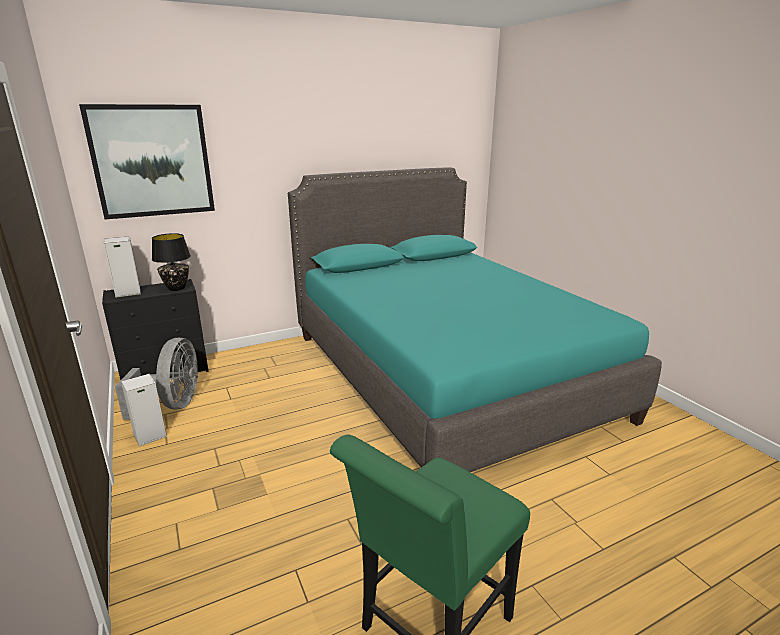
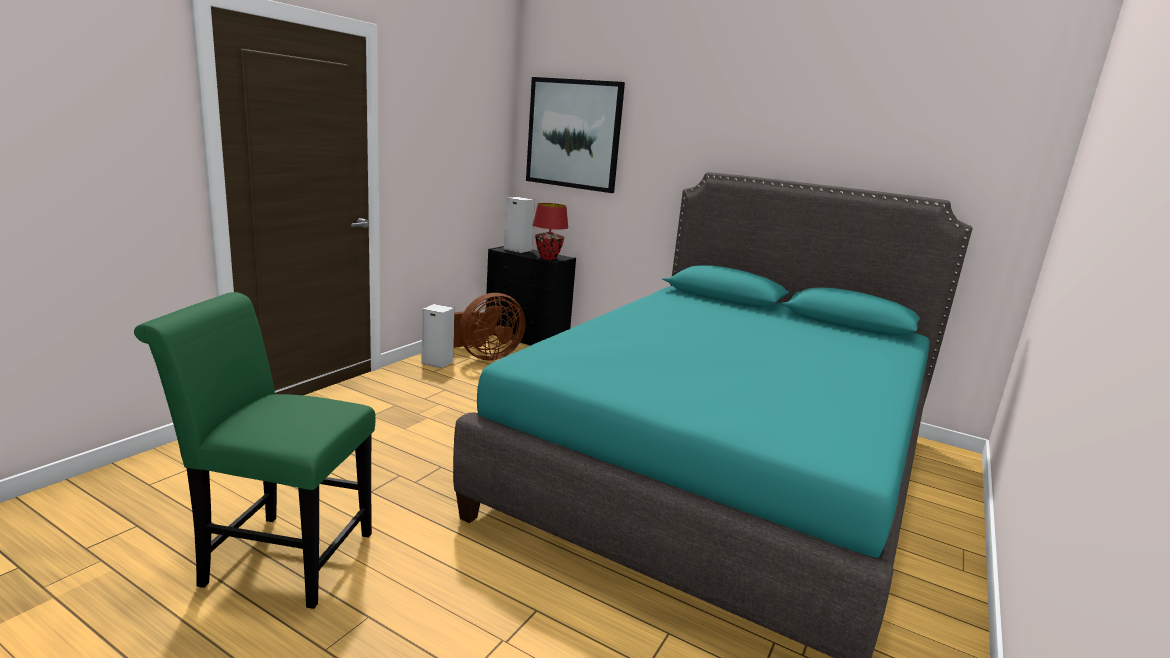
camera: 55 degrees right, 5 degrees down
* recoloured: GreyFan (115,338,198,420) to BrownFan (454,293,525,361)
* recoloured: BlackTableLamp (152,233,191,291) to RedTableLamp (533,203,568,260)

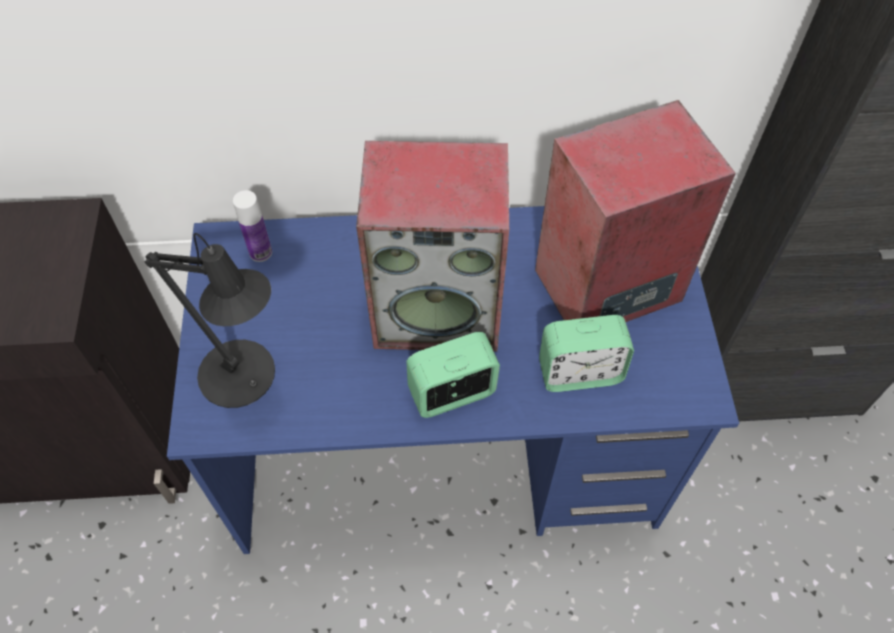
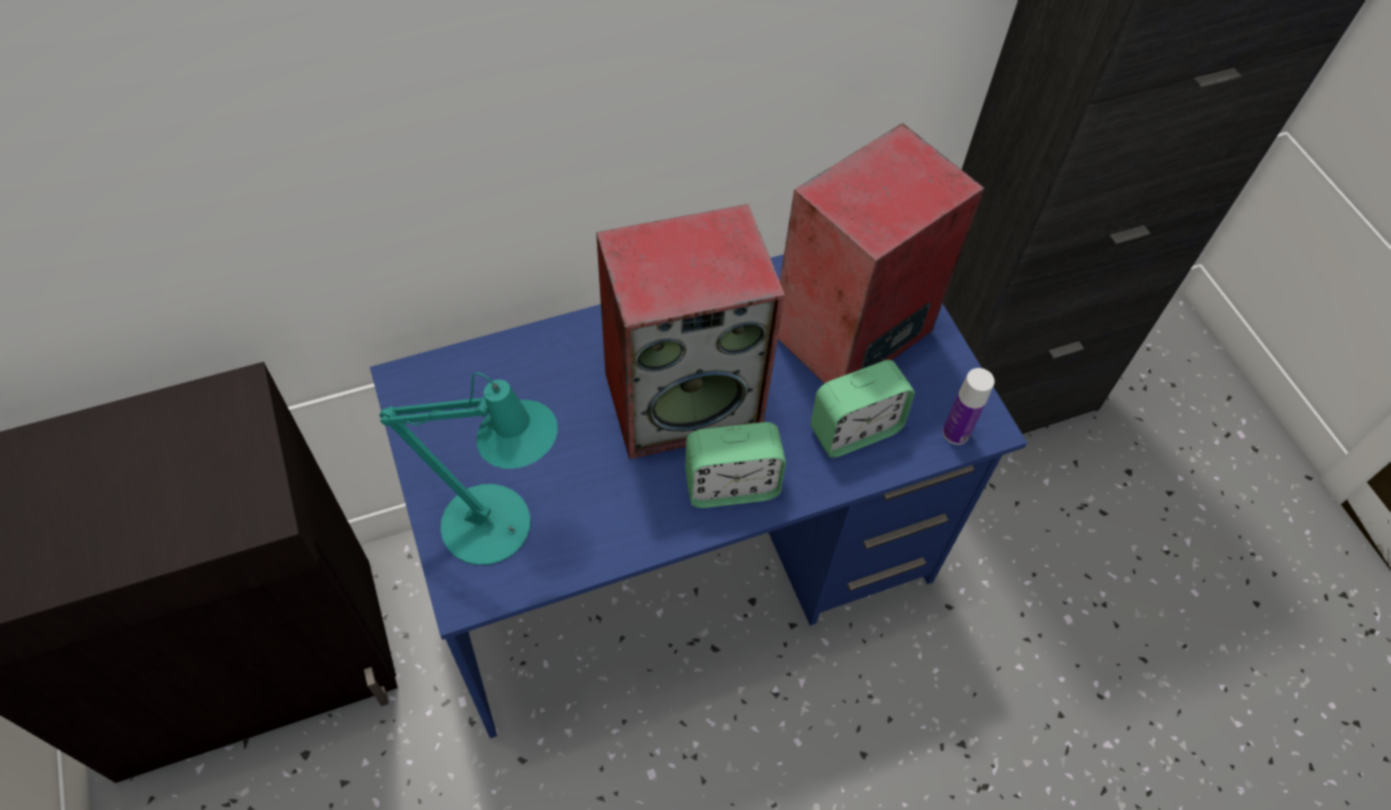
camera: 20 degrees left, 0 degrees up
* moved: Bottle (233,190,272,262) to (943,368,995,445)
* recoloured: BlackTableLamp (144,233,275,408) to TurquoiseTableLamp (380,372,558,565)
* turned: AlarmClock (406,332,500,418) = (685,422,786,508) 150 degrees counterclockwise

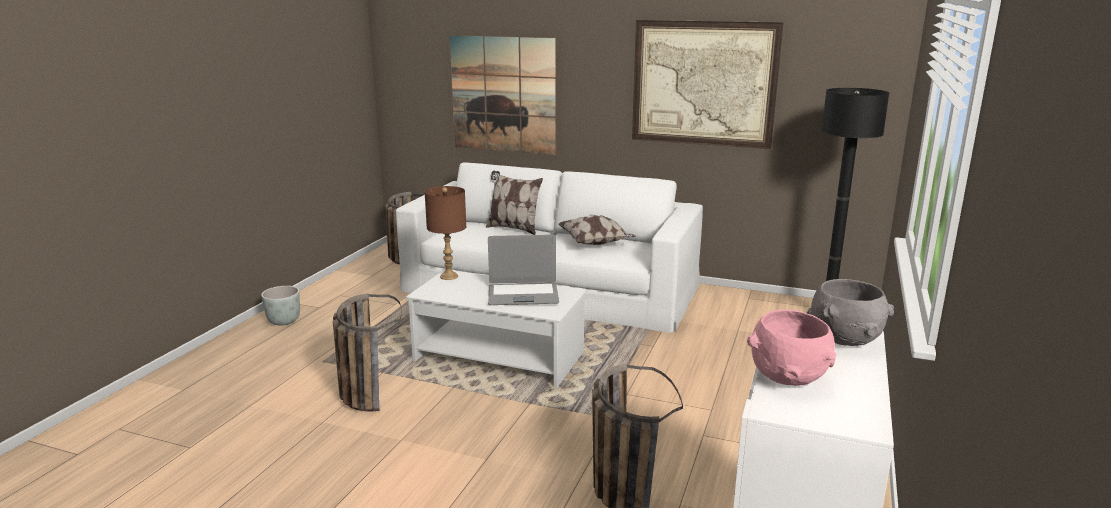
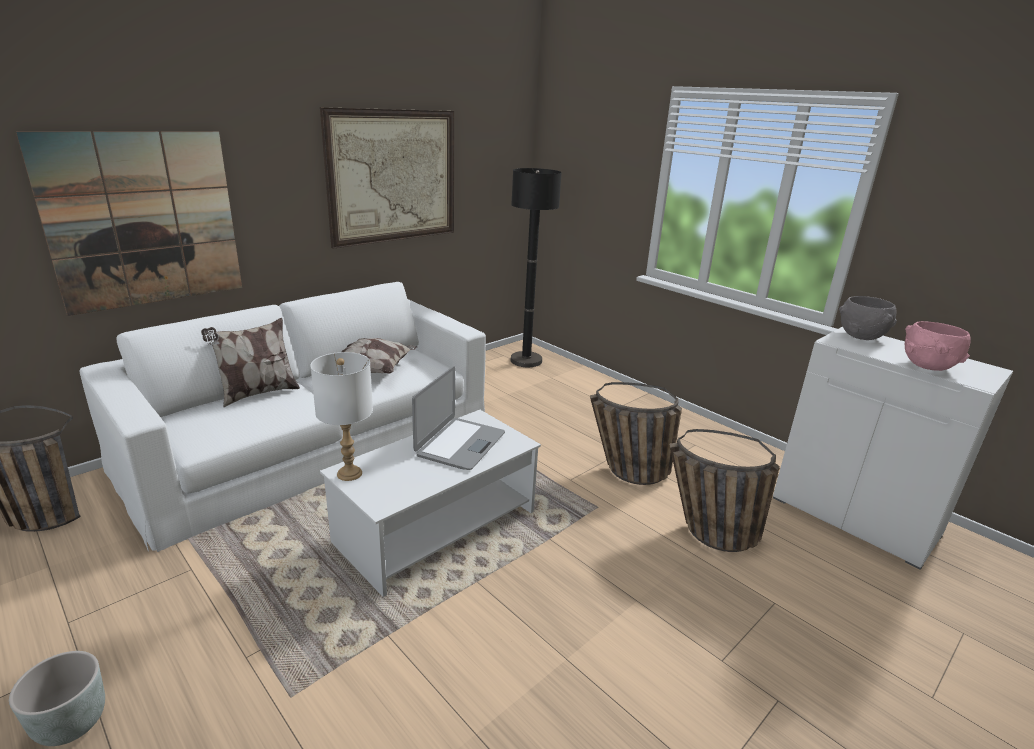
camera: 65 degrees left, 5 degrees up
* moved: Basket (333,293,401,411) to (590,382,682,485)
* recoloured: BrownTableLamp (425,186,466,280) to WhiteTableLamp (310,352,373,481)

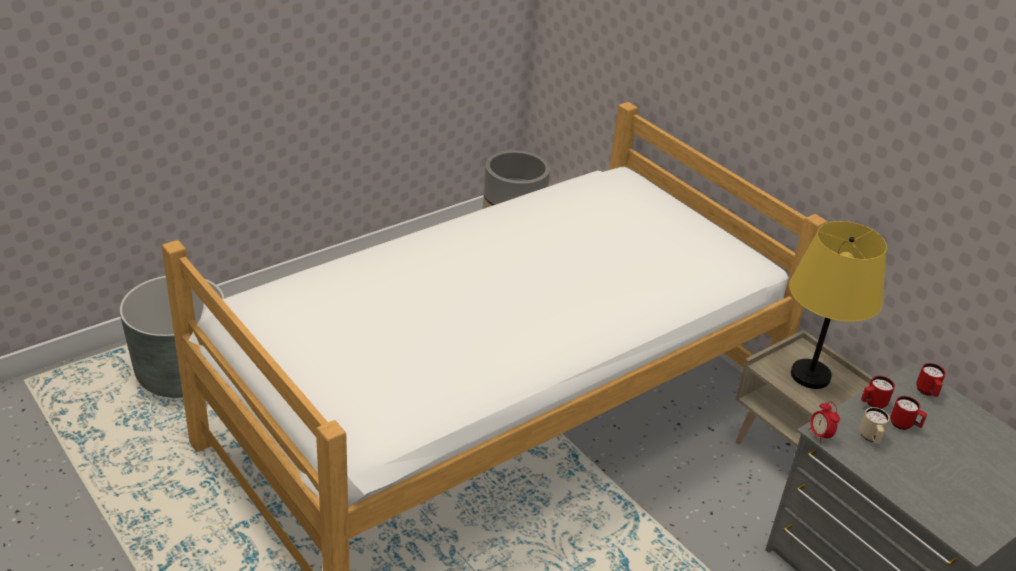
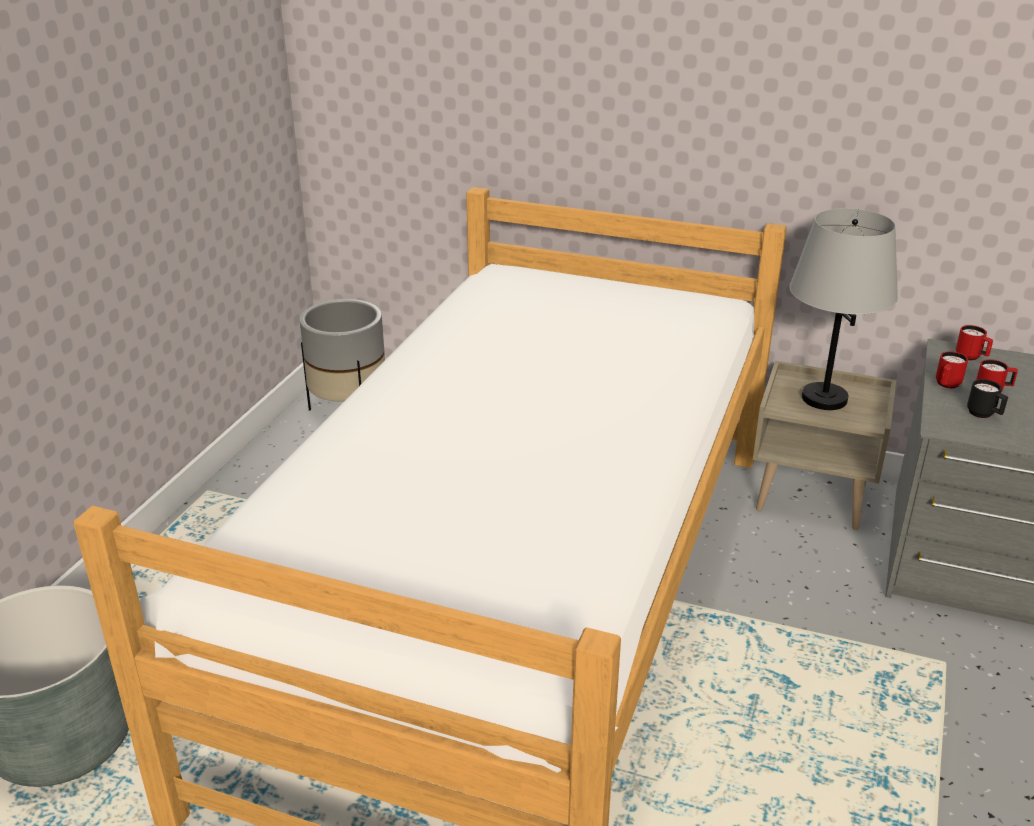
camera: 30 degrees left, 5 degrees down
* removed: AlarmClock (809,401,840,443)
* recoloured: YellowTableLamp (789,221,887,389) to GreyTableLamp (789,208,898,410)
* recoloured: BeigeMug (859,407,890,444) to BlackMug (967,379,1008,418)

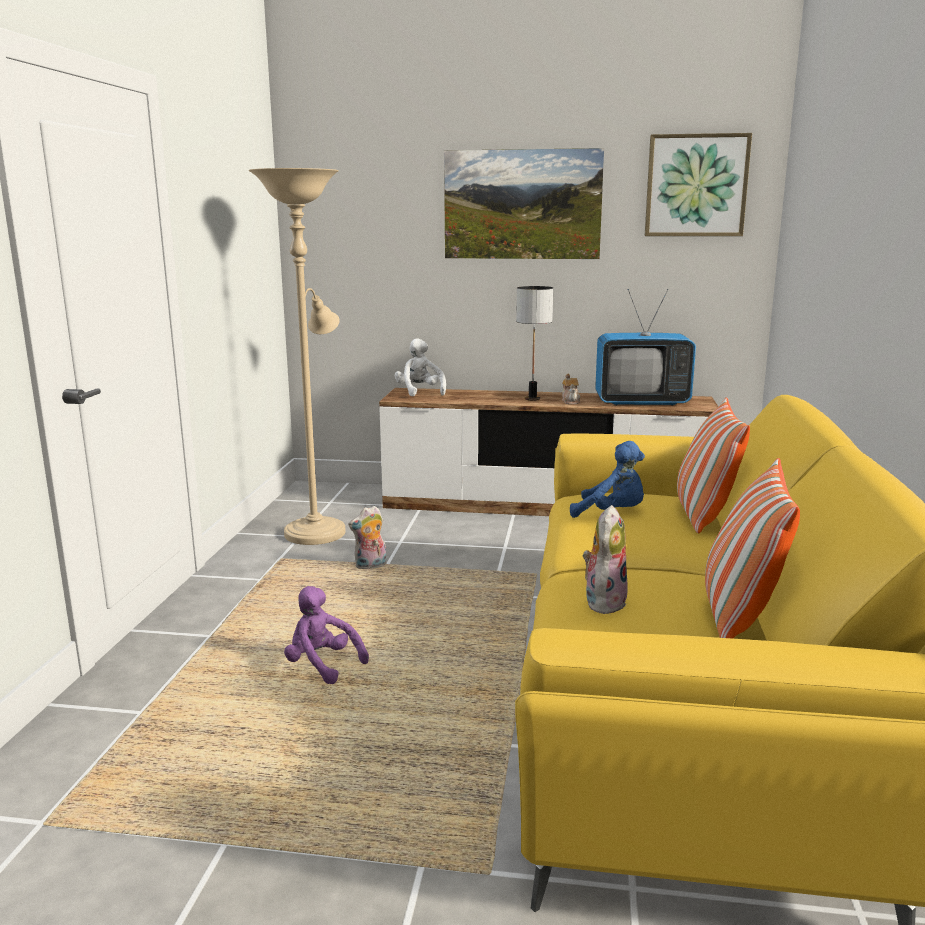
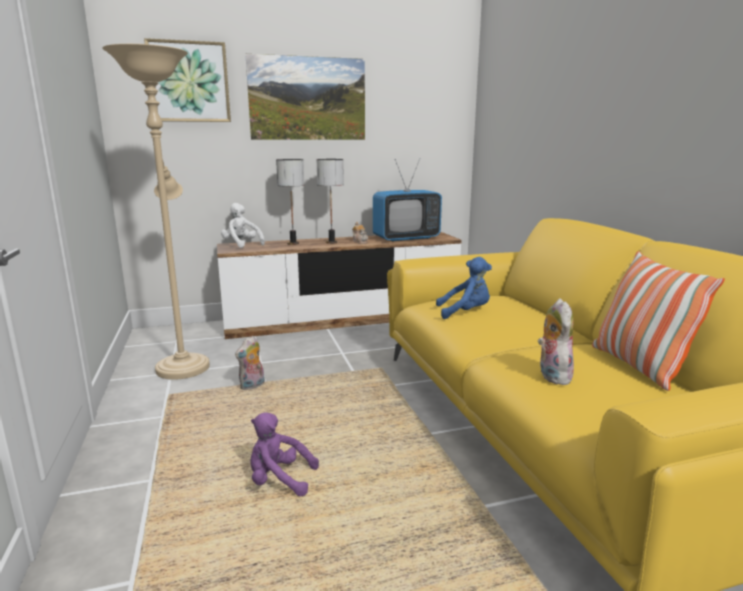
camera: 25 degrees left, 0 degrees up
* removed: Pillow (677,398,750,533)
* added: TableLamp (276,159,304,245)
* moved: Picture (645,133,752,236) to (144,38,231,122)

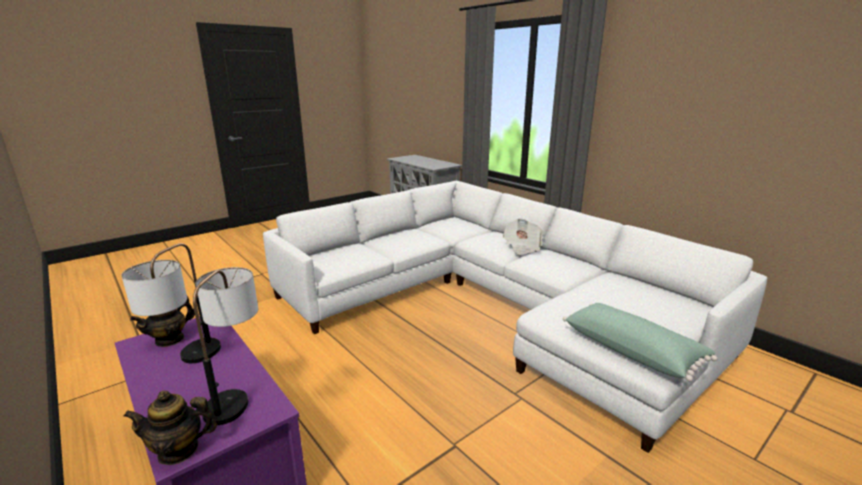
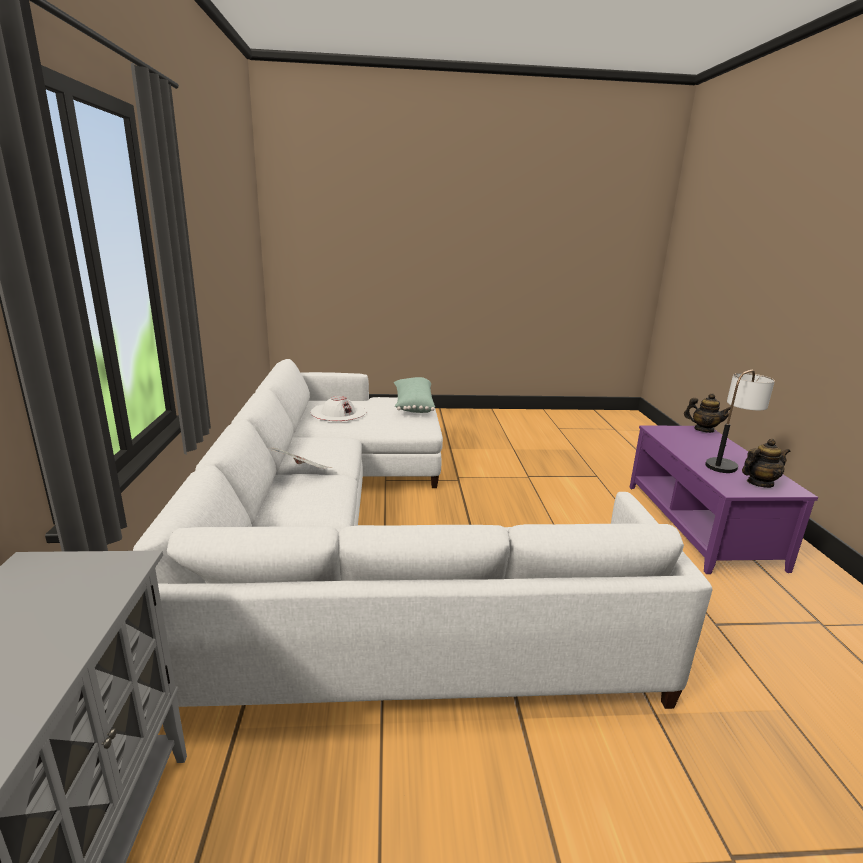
camera: 145 degrees left, 0 degrees up
* removed: TableLamp (193,267,258,425)
* added: WhiteHat (310,396,366,421)

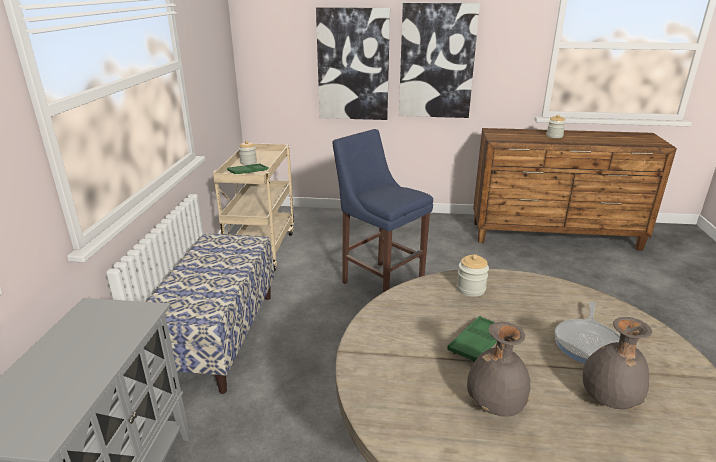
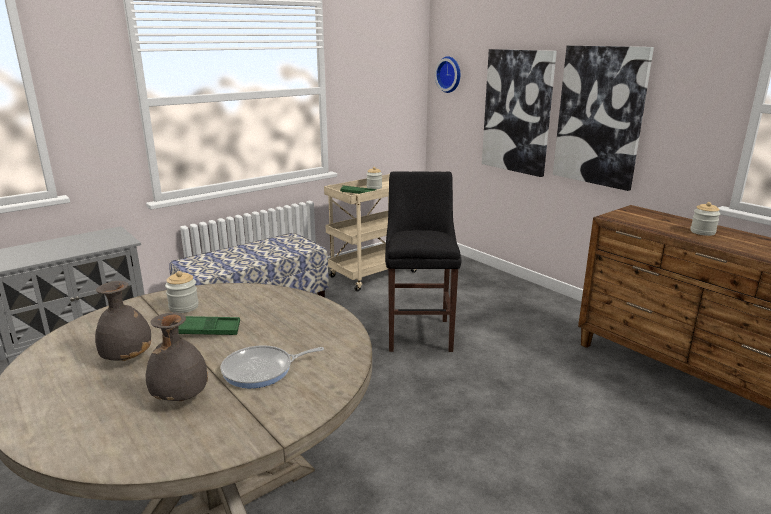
camera: 45 degrees right, 5 degrees down
* added: WallClock (435,56,460,93)
* moved: Jar (457,254,489,297) to (165,271,199,313)
* recoloured: BlueStool (333,129,433,292) to BlackStool (385,172,461,352)

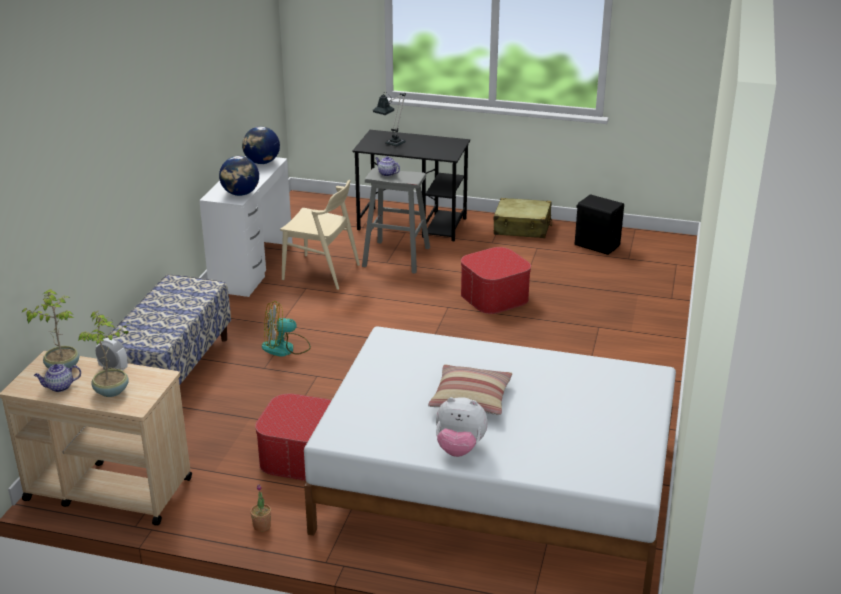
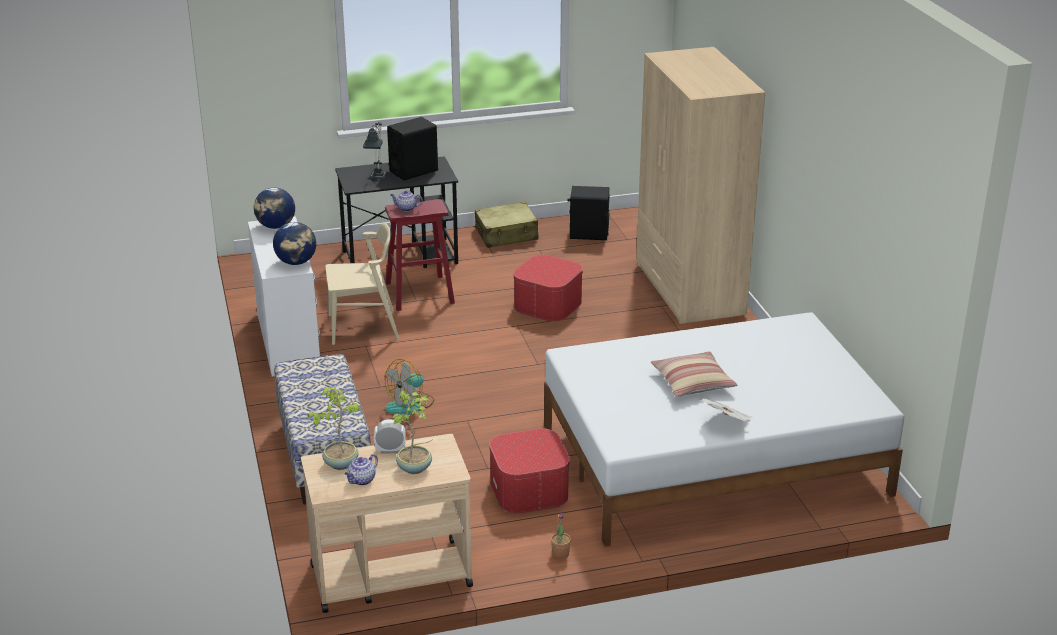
camera: 30 degrees left, 0 degrees up
* added: BlackSpeaker (387,117,438,180)
* added: BeigeWardrobe (636,47,765,324)
* replaced: PlushToy (436,397,488,457) to Newspaper (702,398,753,422)
* recoloured: GreyStool (362,168,430,274) to RedStool (385,199,455,311)

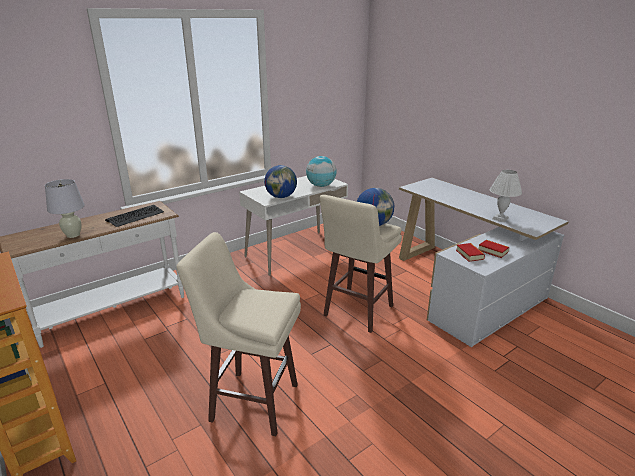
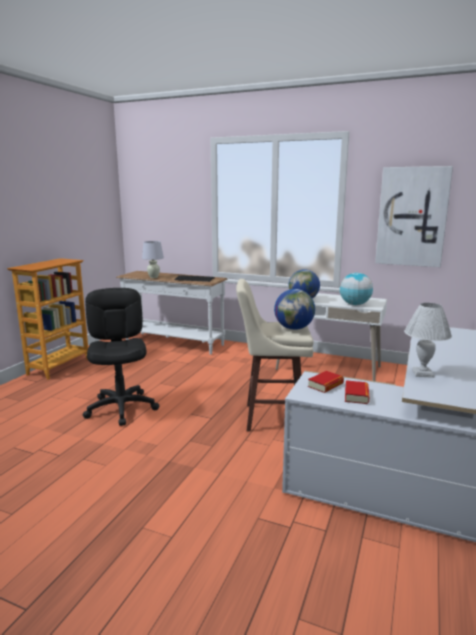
camera: 60 degrees right, 10 degrees down
* added: Picture (375,166,453,267)
* replaced: BeigeStool (176,232,301,436) to BlackOfficeChair (83,288,159,426)

